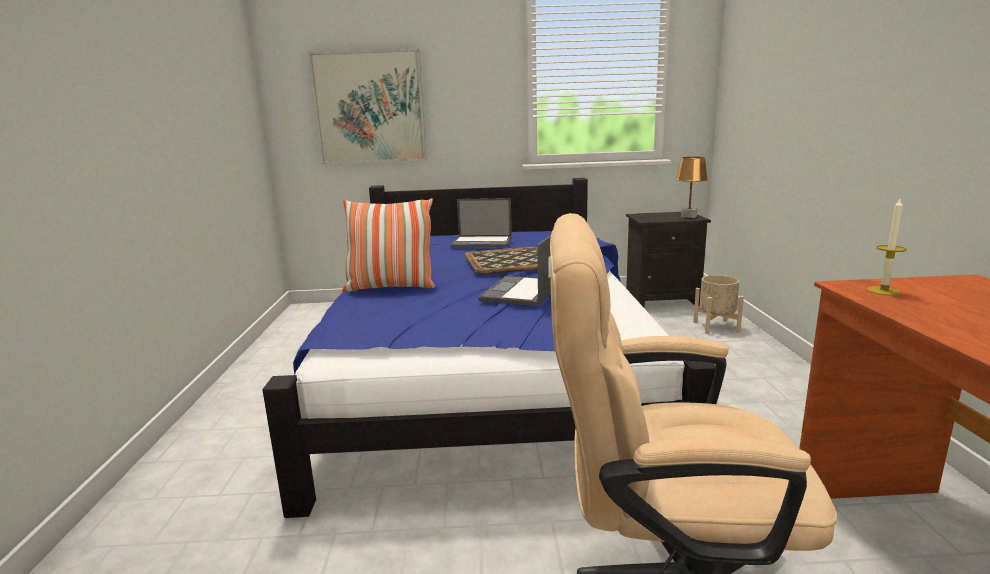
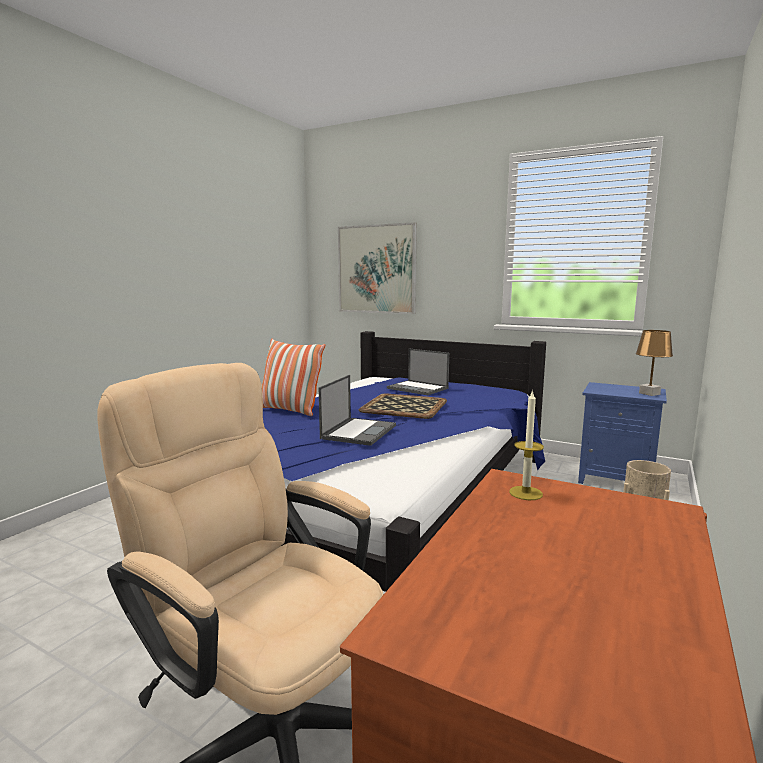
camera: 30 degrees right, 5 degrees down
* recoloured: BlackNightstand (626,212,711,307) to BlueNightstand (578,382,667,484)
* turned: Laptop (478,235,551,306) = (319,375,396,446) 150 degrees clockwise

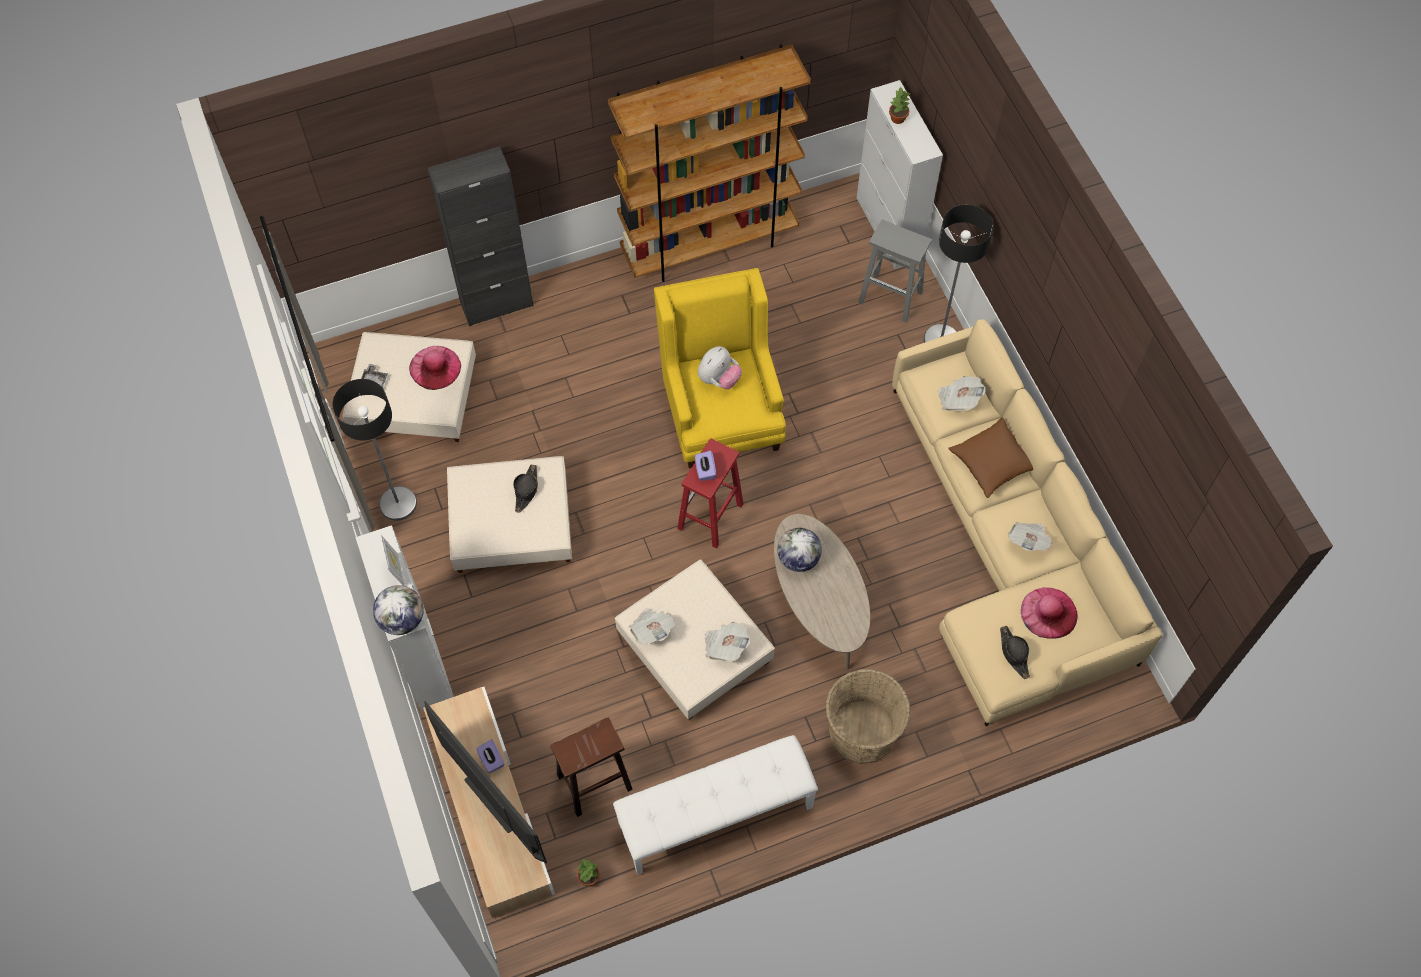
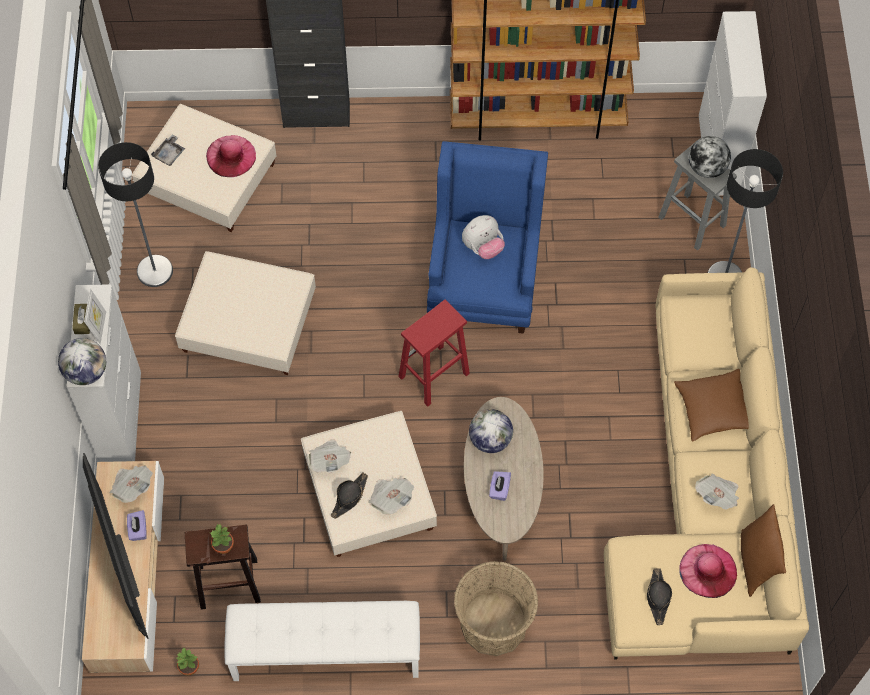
camera: 20 degrees right, 0 degrees up
* added: BrownTissueBox (72,304,90,334)
* added: Globe (689,136,731,178)
* added: BrownPillow (741,504,786,597)
* moved: BlackHat (513,464,538,513) to (331,472,368,519)
* moved: PurpleTissueBox (695,450,716,481) to (489,471,511,501)
* moved: PottedPlant (889,86,911,124) to (211,524,234,554)
* moved: Newspaper (938,376,985,411) to (110,466,153,503)
* recoloured: YellowArmchair (654,268,786,469) to BlueArmchair (427,141,548,334)

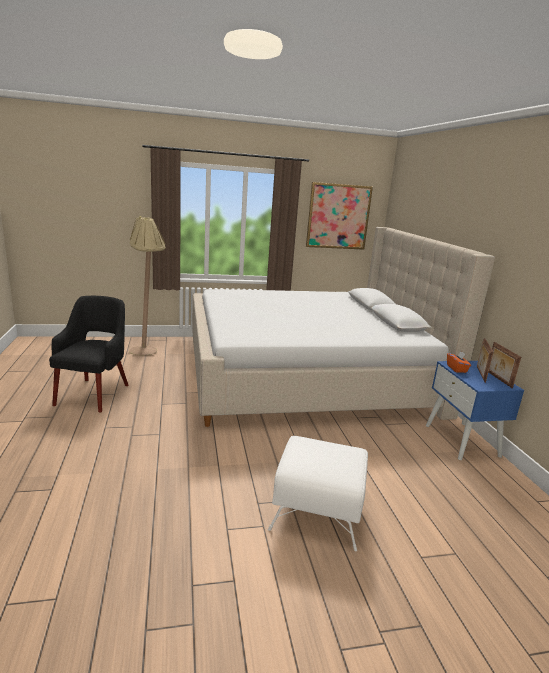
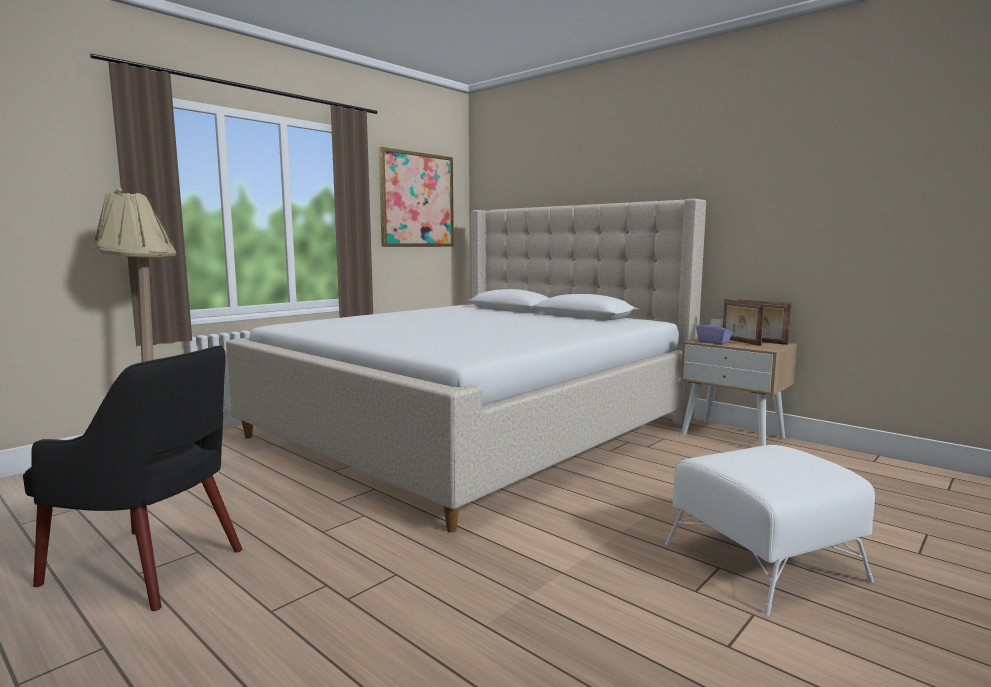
camera: 35 degrees left, 10 degrees down
* recoloured: BlueNightstand (426,361,524,460) to BeigeNightstand (680,337,797,446)
* recoloured: OrangeTissueBox (447,351,471,373) to PurpleTissueBox (696,318,733,345)
* turned: BlackArmchair (49,296,129,413) = (23,345,243,611) 135 degrees clockwise

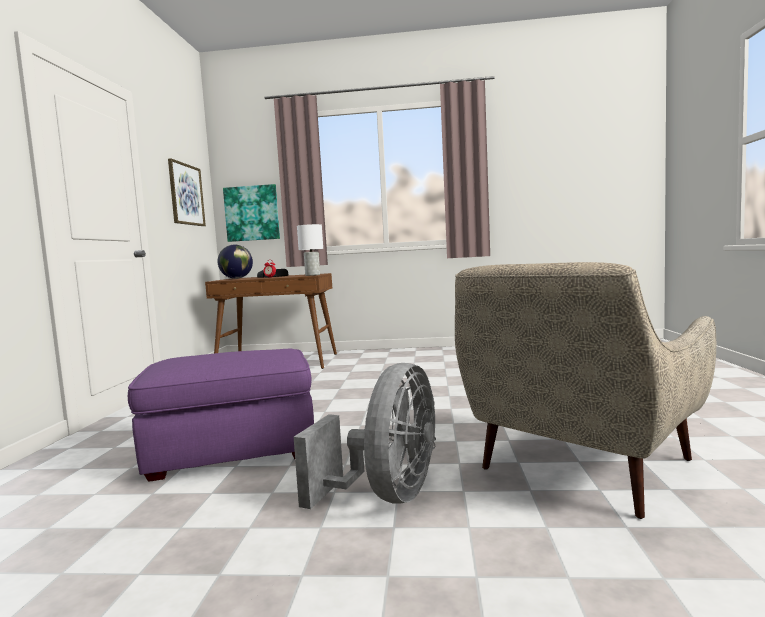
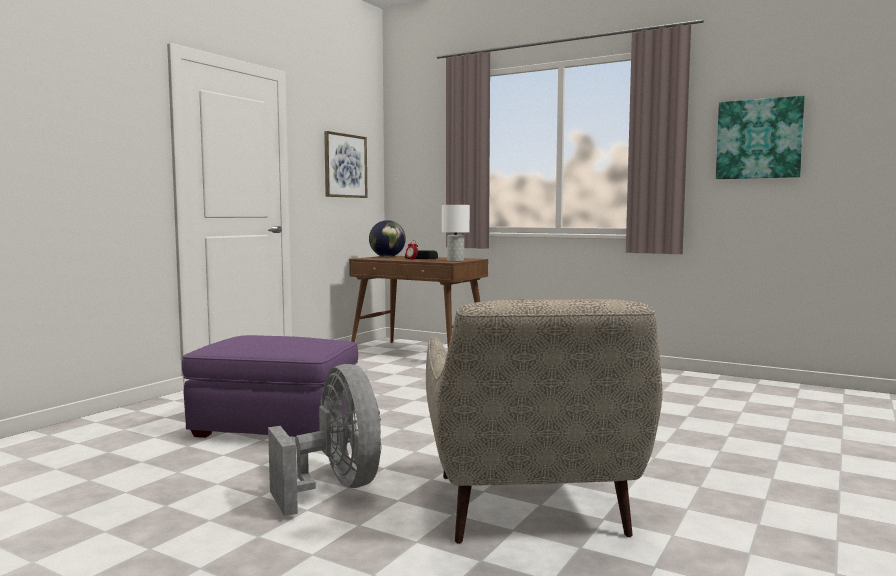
camera: 25 degrees right, 0 degrees up
* moved: Picture (223,184,280,242) to (716,96,805,179)
* turned: GreyFan (294,363,436,509) = (268,364,382,516) 75 degrees counterclockwise
* turned: BeigeArmchair (455,262,716,519) = (426,299,662,544) 75 degrees counterclockwise

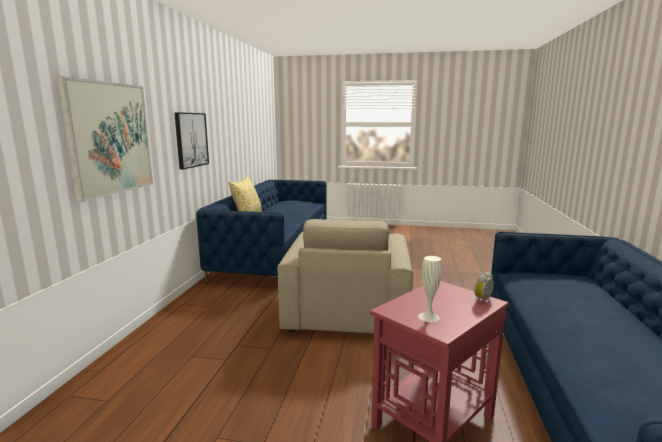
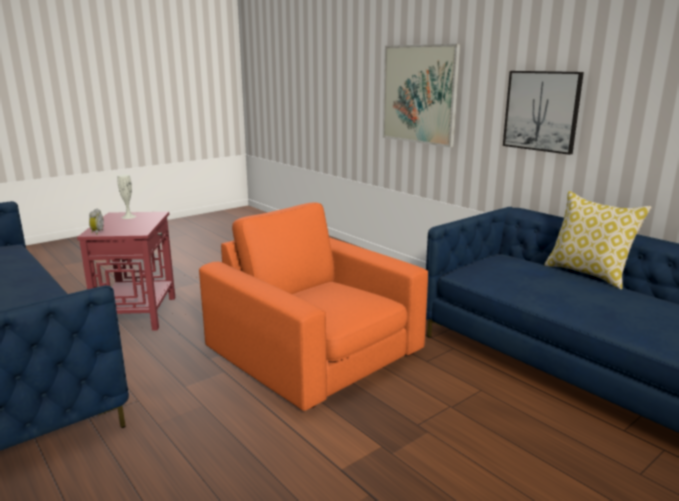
camera: 130 degrees right, 5 degrees up
* recoloured: BeigeArmchair (278,219,413,333) to OrangeArmchair (199,203,428,411)

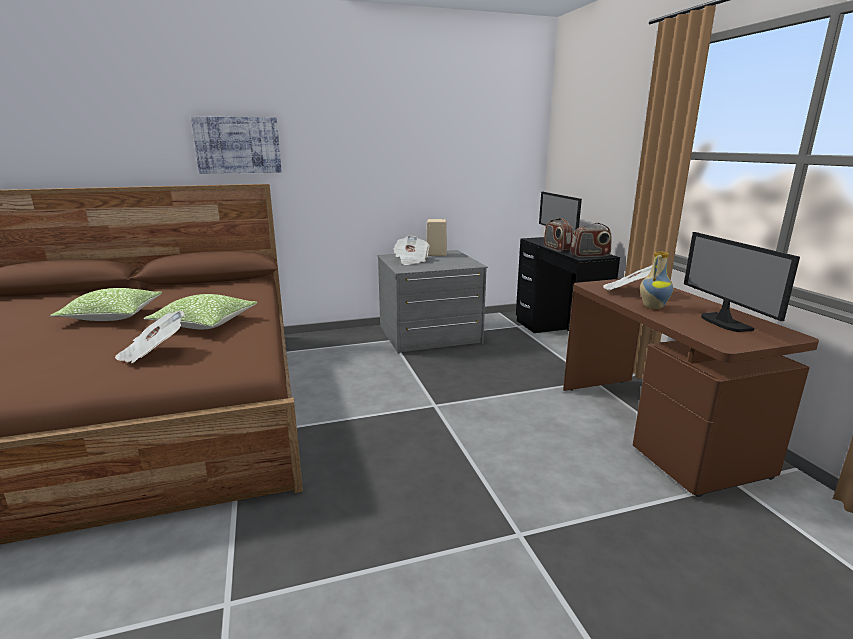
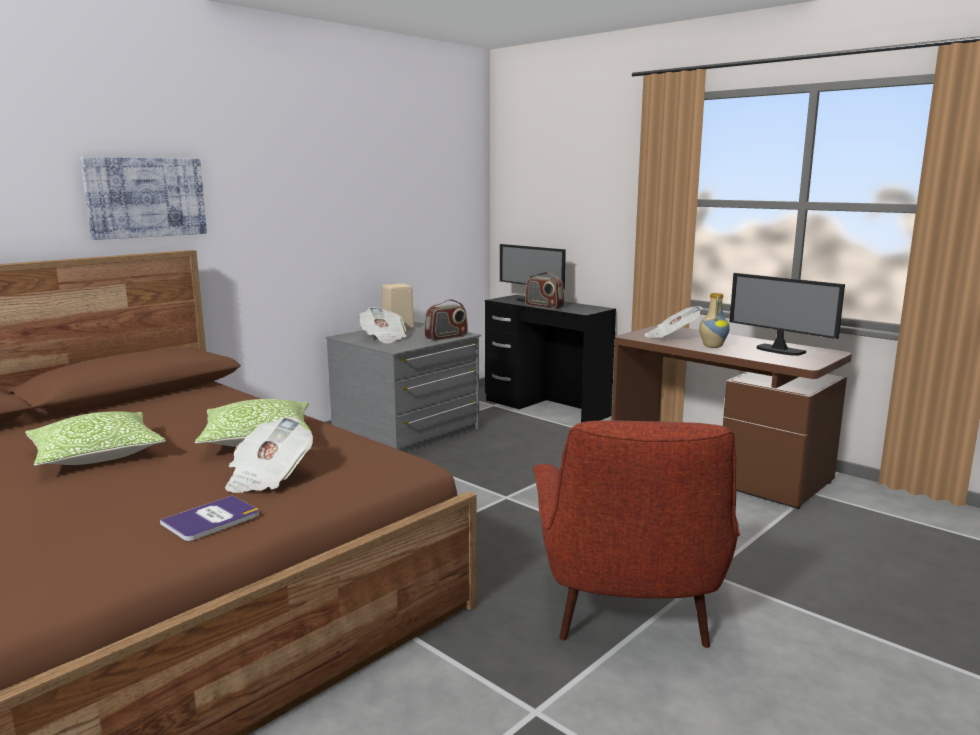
camera: 30 degrees left, 5 degrees down
* added: Book (160,495,259,541)
* added: RedArmchair (533,420,740,648)
* moved: Radio (571,223,611,257) to (425,299,468,340)

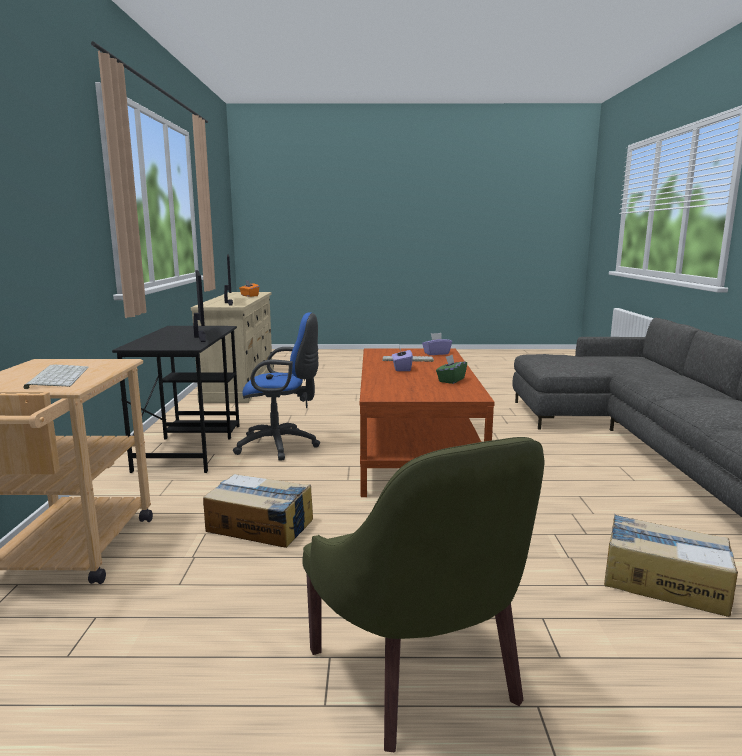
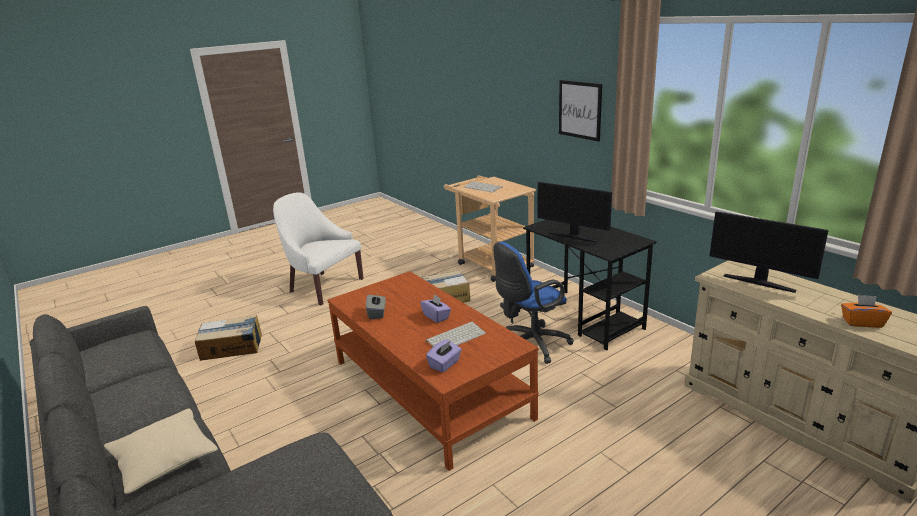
camera: 145 degrees right, 10 degrees up
* added: BeigePillow (104,409,218,494)
* added: Picture (559,80,602,142)
* recoloured: GreenArmchair (302,437,545,752) to WhiteArmchair (273,192,364,305)
* recoloured: GreenTissueBox (436,354,467,384) to GreyTissueBox (366,291,386,319)

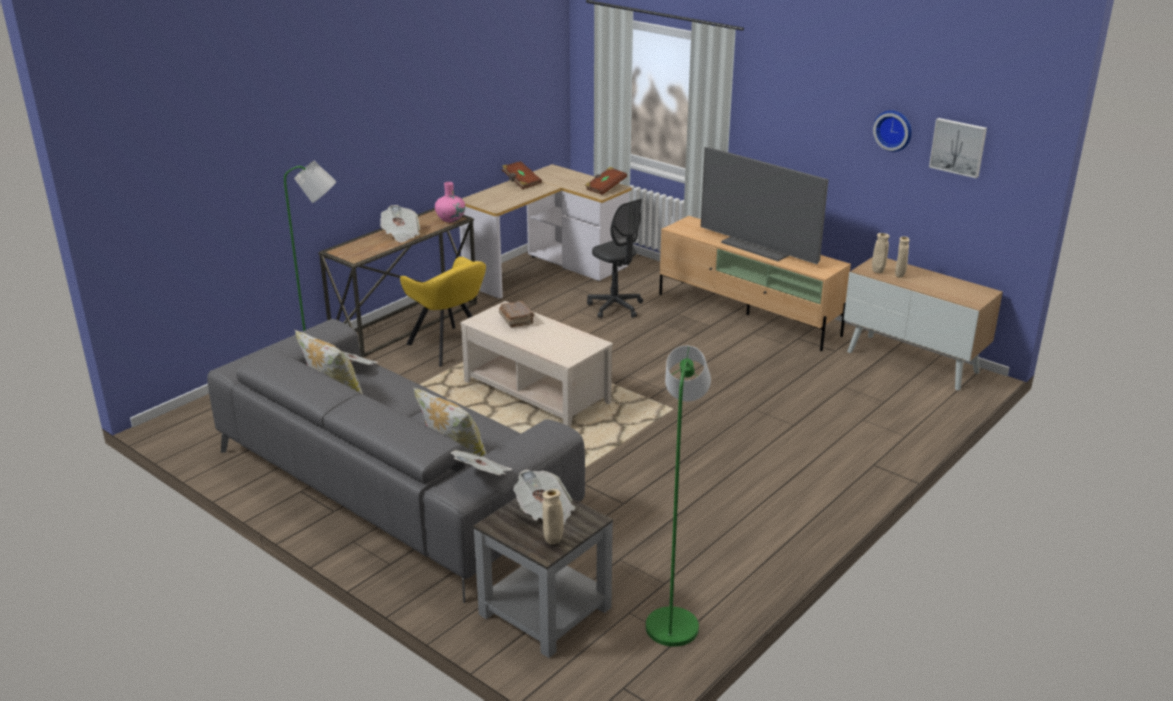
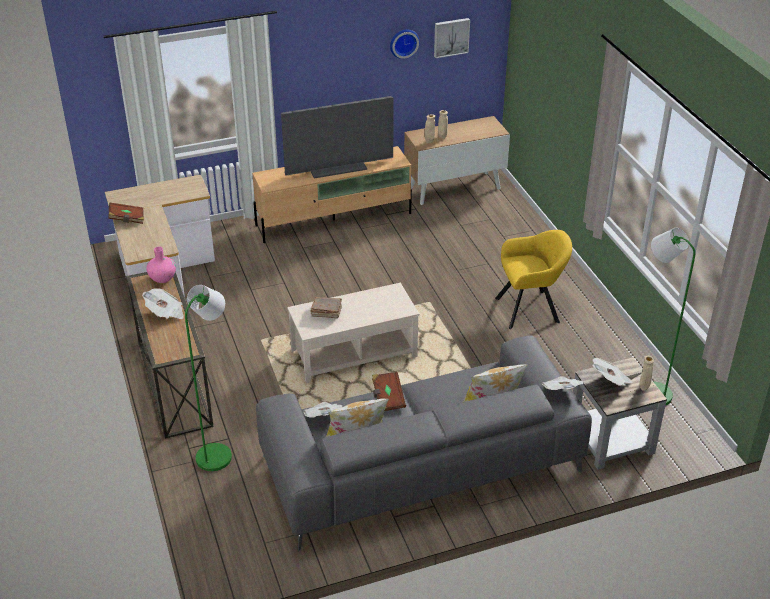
camera: 60 degrees left, 10 degrees up
* removed: GreyOfficeChair (587,199,643,319)
* moved: YellowArmchair (400,257,486,367) to (495,230,572,329)
* moved: BrownBook (585,167,627,195) to (372,372,406,411)

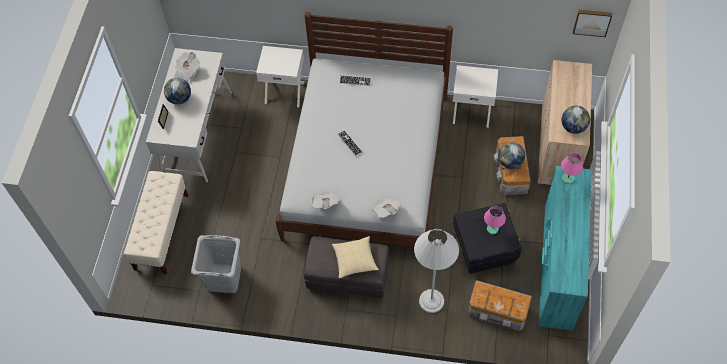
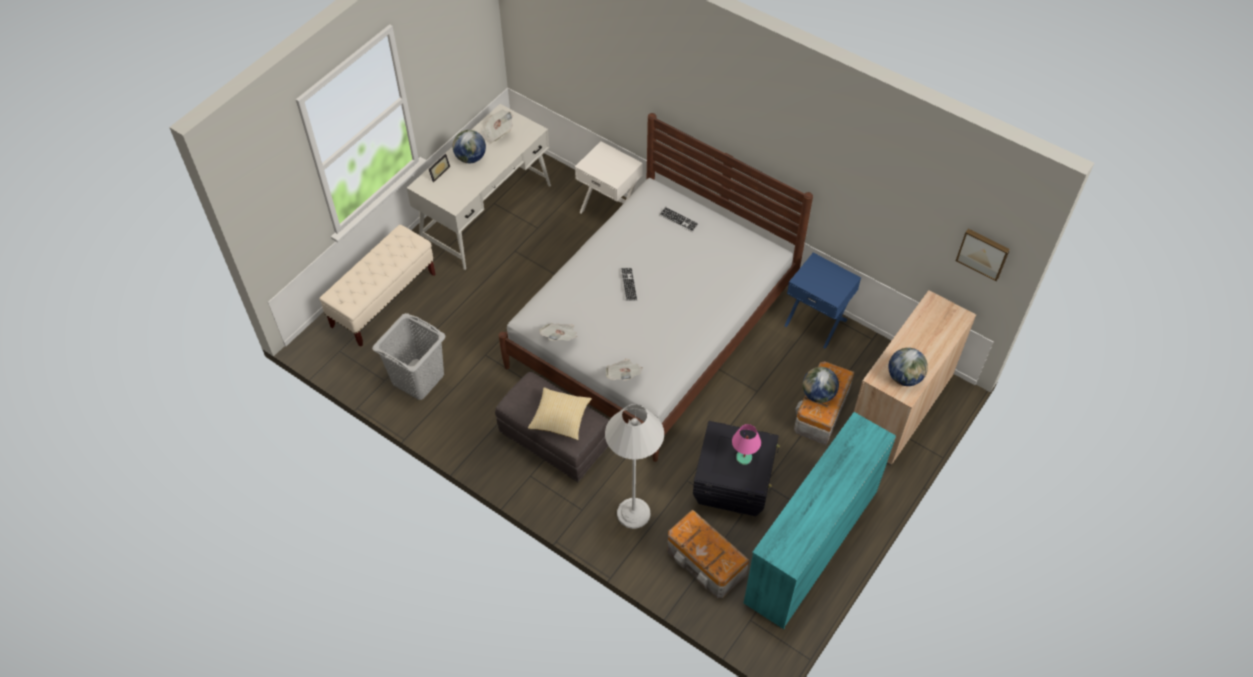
camera: 25 degrees right, 5 degrees down
* removed: PinkTableLamp (561,153,583,184)
* recoloured: WhiteNightstand (453,65,498,128) to BlueNightstand (784,253,861,348)

